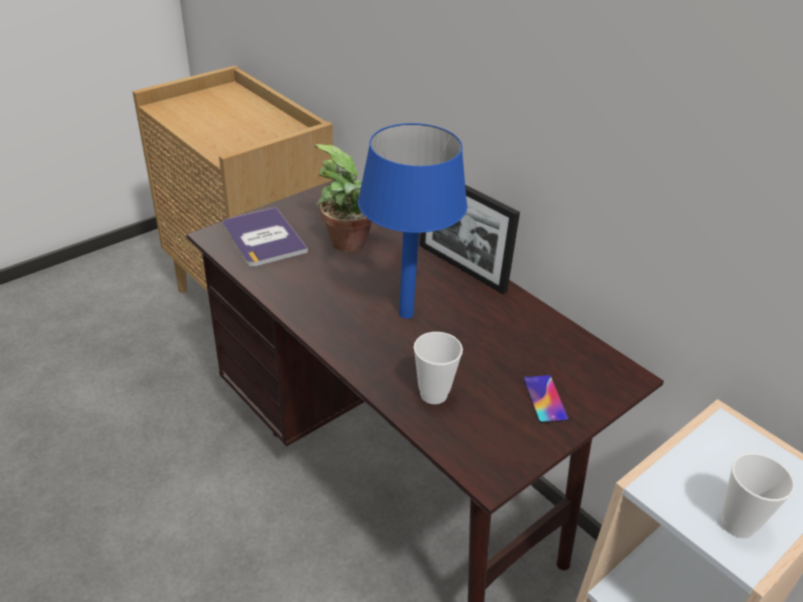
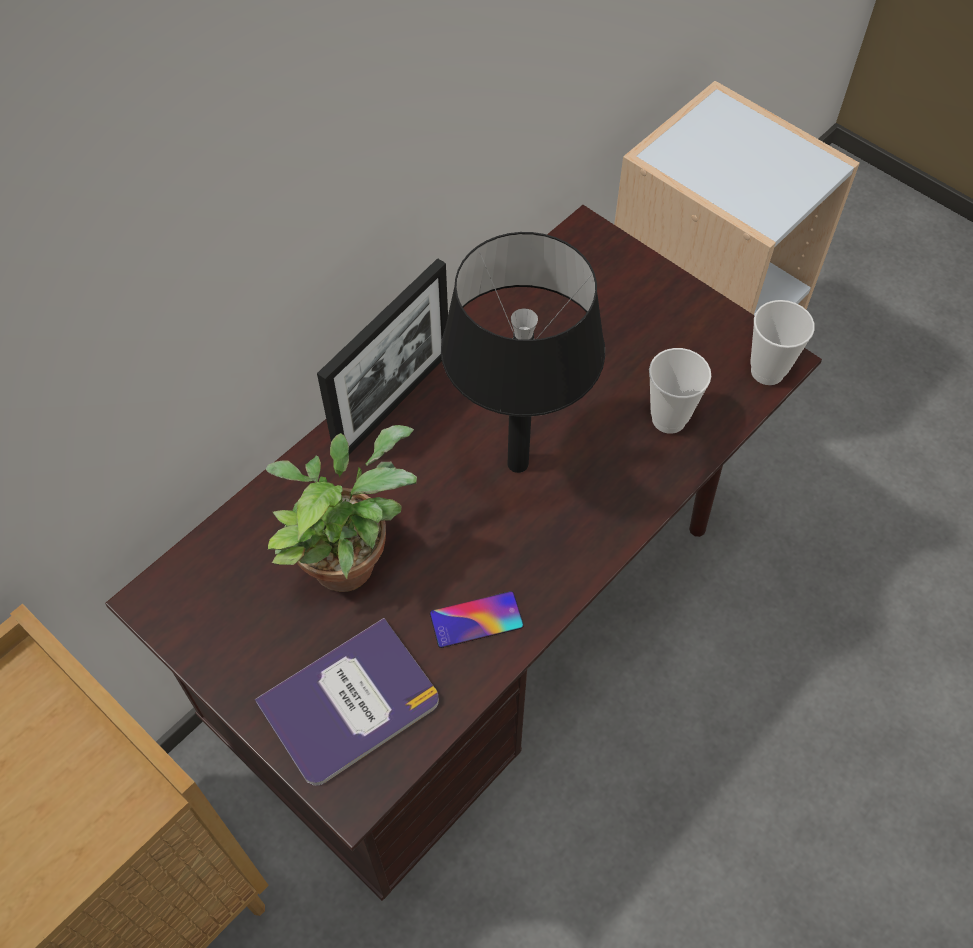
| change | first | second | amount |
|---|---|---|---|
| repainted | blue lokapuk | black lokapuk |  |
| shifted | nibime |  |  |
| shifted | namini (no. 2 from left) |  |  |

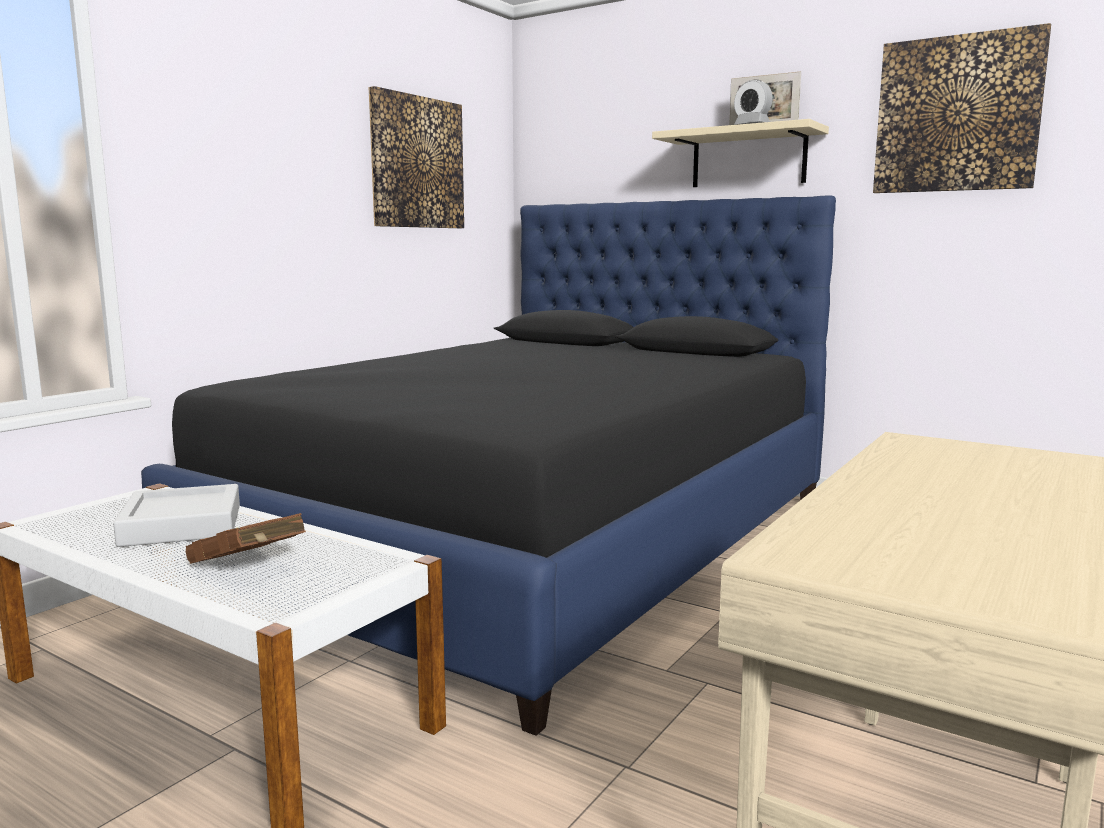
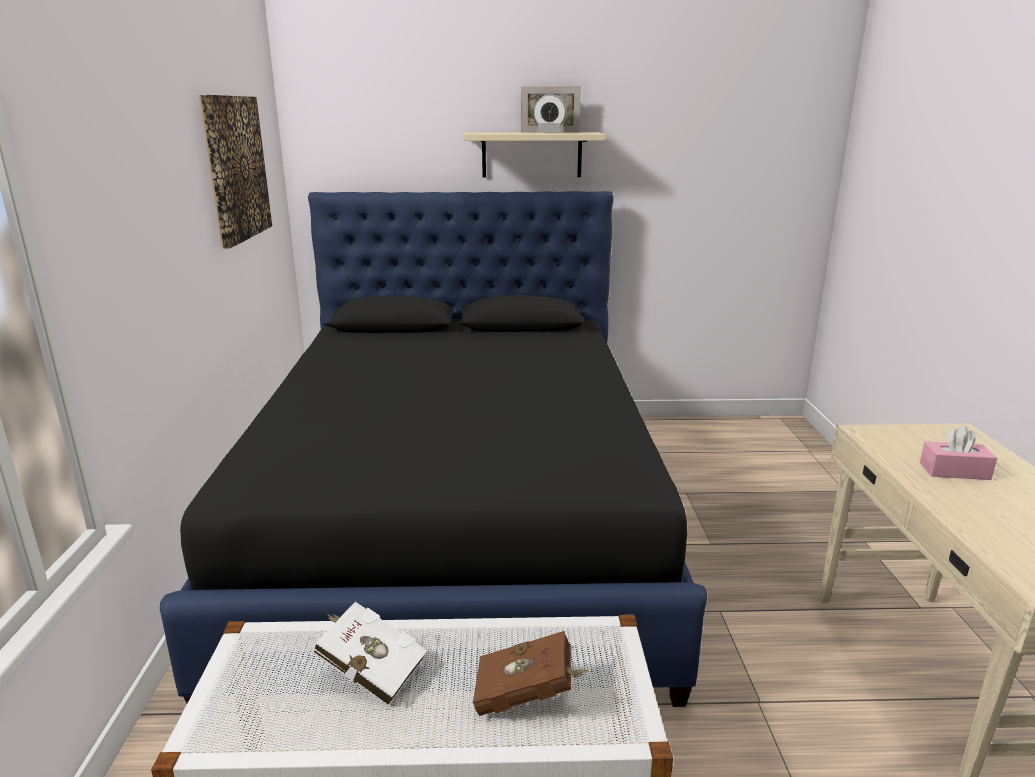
| change | first | second | amount |
|---|---|---|---|
| swapped | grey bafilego | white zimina |  |
| gone | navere (no. 2 from left) |  |  |
| new |  | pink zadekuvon |  |

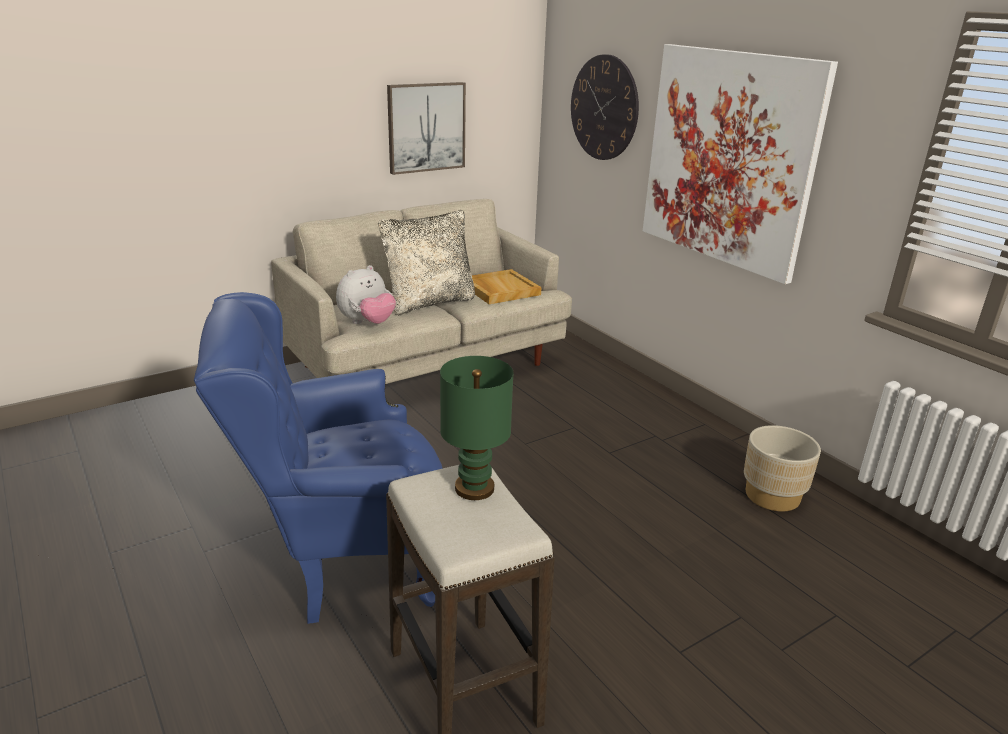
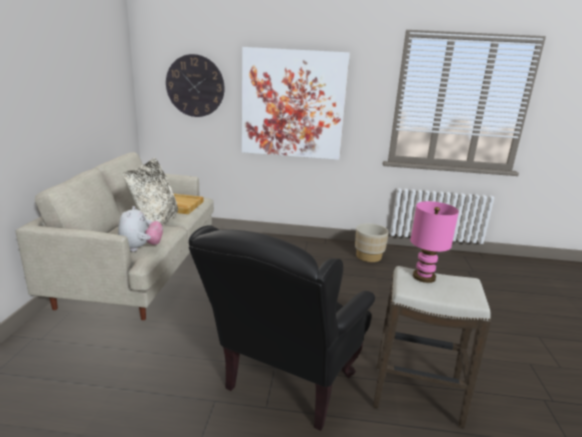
| change | first | second | amount |
|---|---|---|---|
| repainted | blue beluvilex | black beluvilex |  |
| gone | navere (no. 1 from left) |  |  |
| repainted | green lokapuk | pink lokapuk |  |

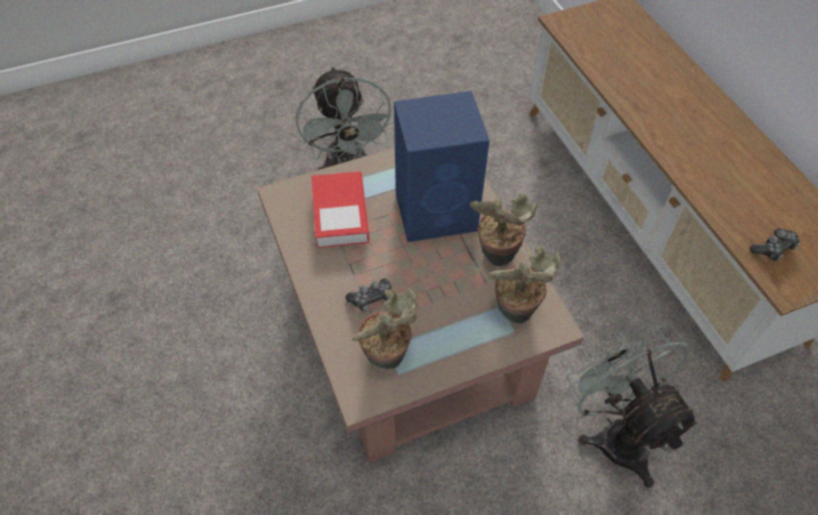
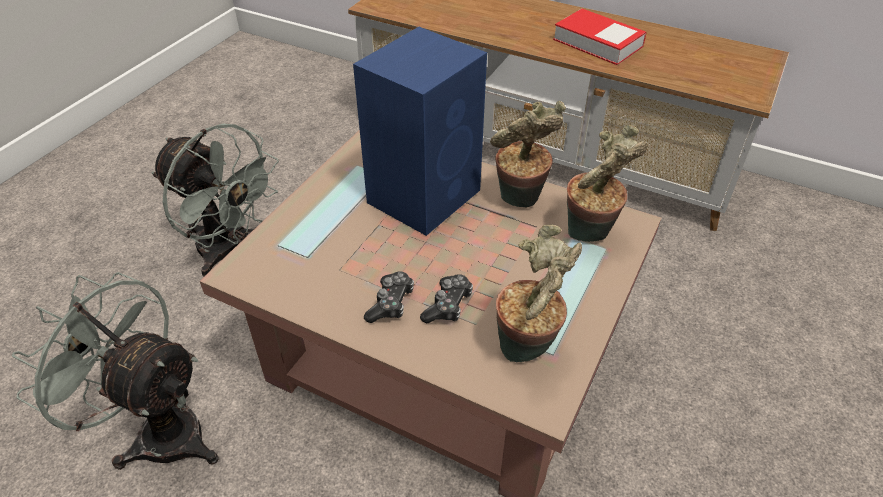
| change | first | second | amount |
|---|---|---|---|
| shifted | zimina |  |  |
| shifted | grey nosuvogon (no. 2 from left in the first image) | grey nosuvogon (no. 1 from left) |  |
| shifted | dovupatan (no. 2 from left in the first image) | dovupatan (no. 1 from left) |  |

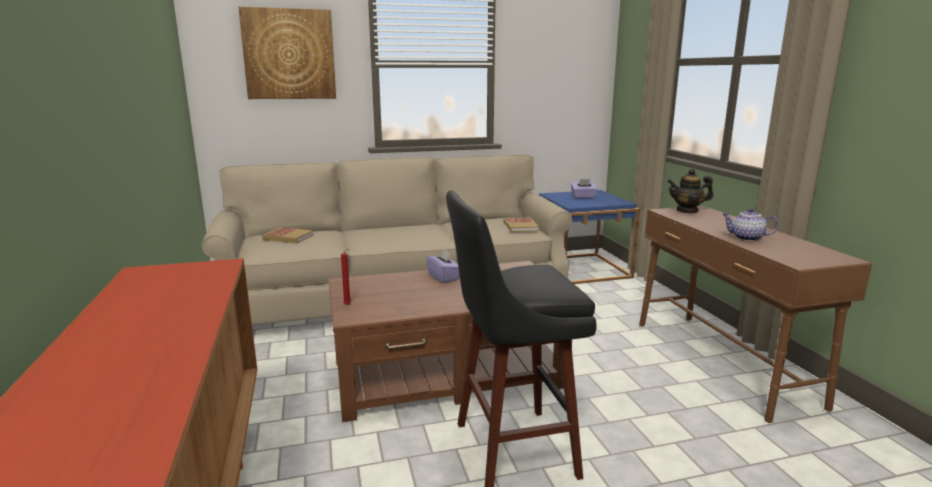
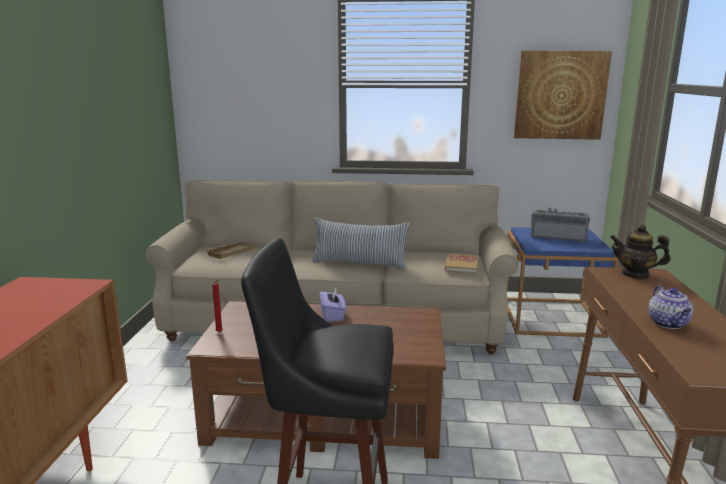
| change | first | second | amount |
|---|---|---|---|
| shifted | navere |  |  |
| swapped | zimina (no. 1 from left) | beige bafilego |  |
| swapped | purple zadekuvon (no. 2 from left) | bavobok |  |
| rotated | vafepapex (no. 2 from left) |  | 135 degrees counterclockwise |
| new |  | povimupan |  |

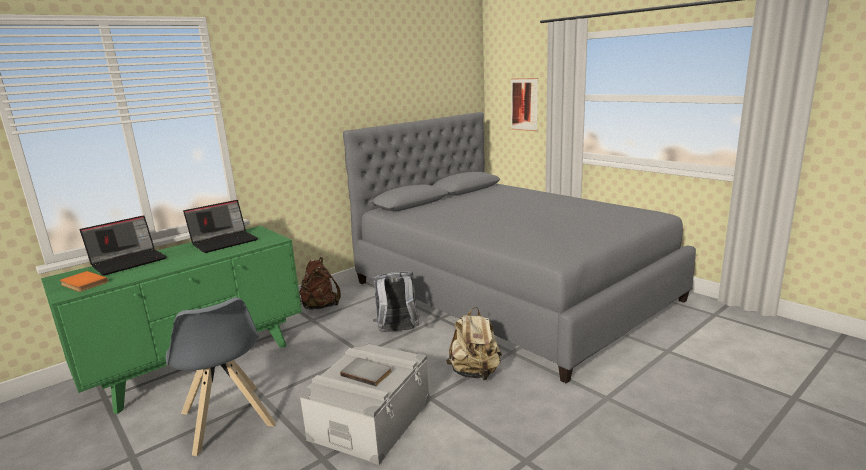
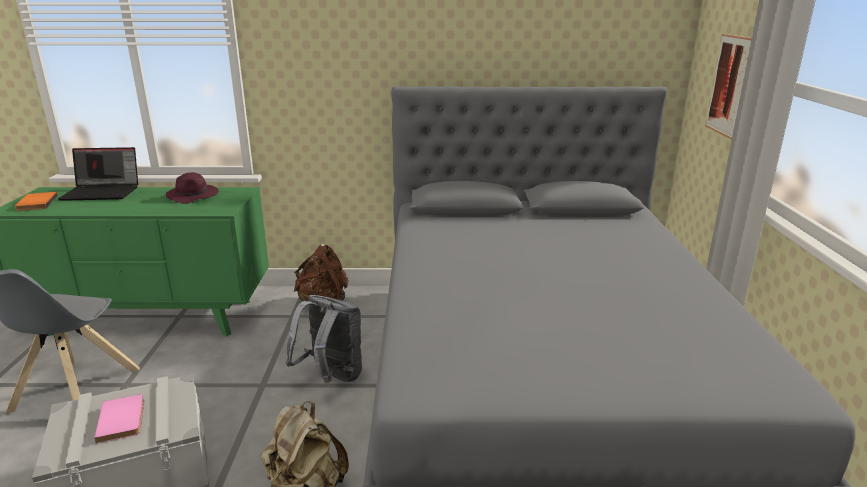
| change | first | second | amount |
|---|---|---|---|
| swapped | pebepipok (no. 2 from left) | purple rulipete |  |
| repainted | grey zimina | pink zimina |  |

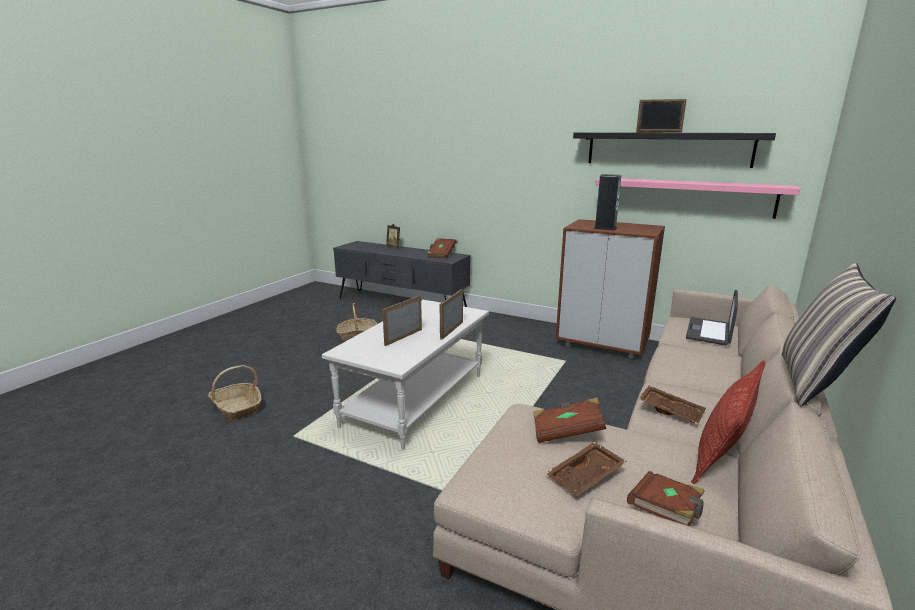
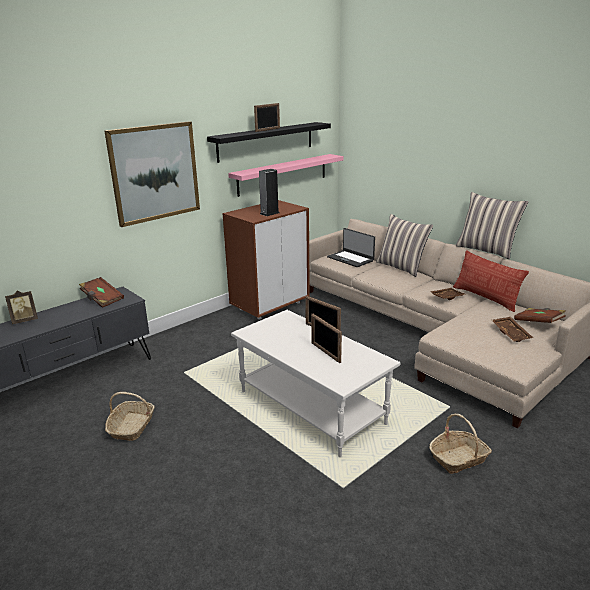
| change | first | second | amount |
|---|---|---|---|
| shifted | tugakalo (no. 1 from left in the first image) | tugakalo (no. 2 from left) |  |
| gone | brown zimina (no. 2 from left) |  |  |
| new |  | navere |  |
| new |  | povimupan (no. 1 from left) |  |

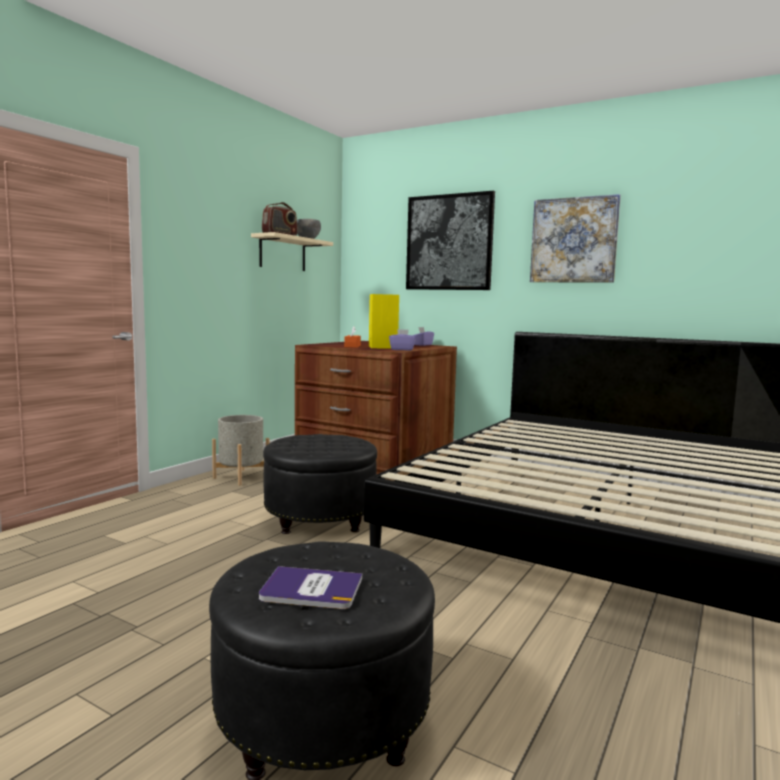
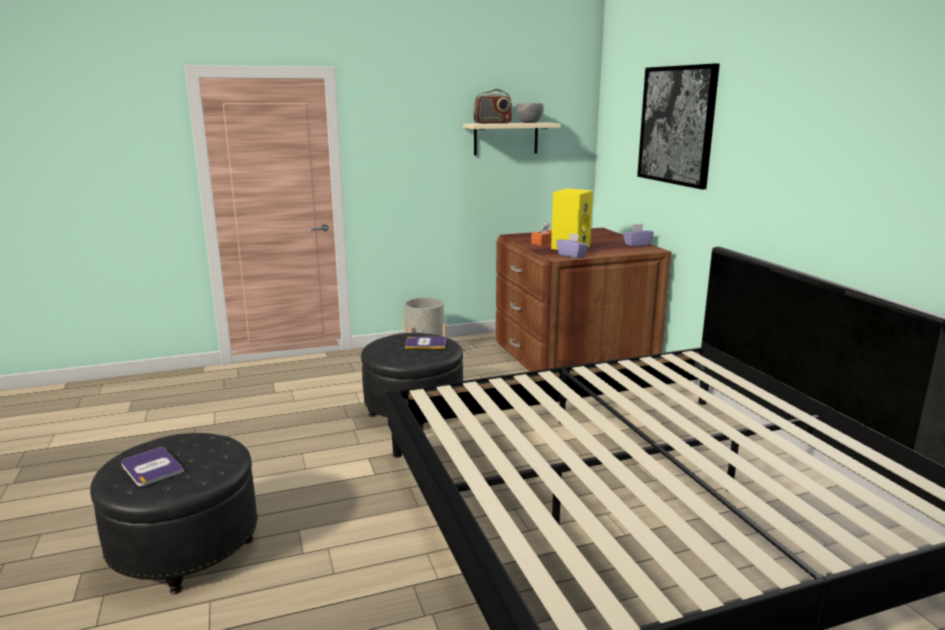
| change | first | second | amount |
|---|---|---|---|
| gone | navere (no. 2 from left) |  |  |
| new |  | zimina (no. 2 from left) |  |

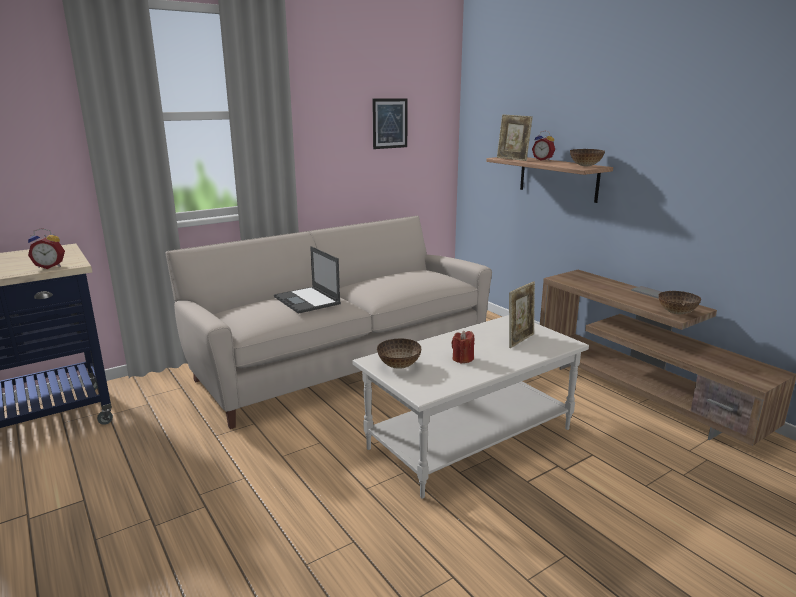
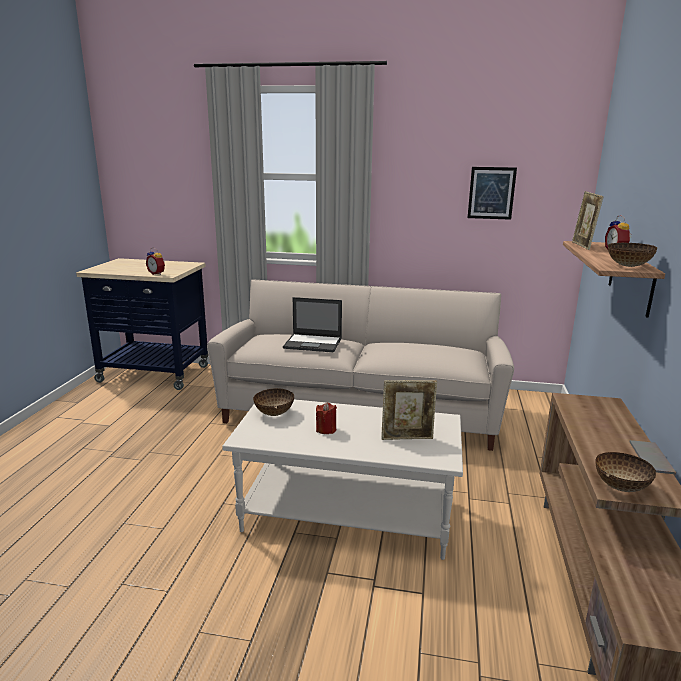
| change | first | second | amount |
|---|---|---|---|
| rotated | pebepipok |  | 90 degrees counterclockwise |

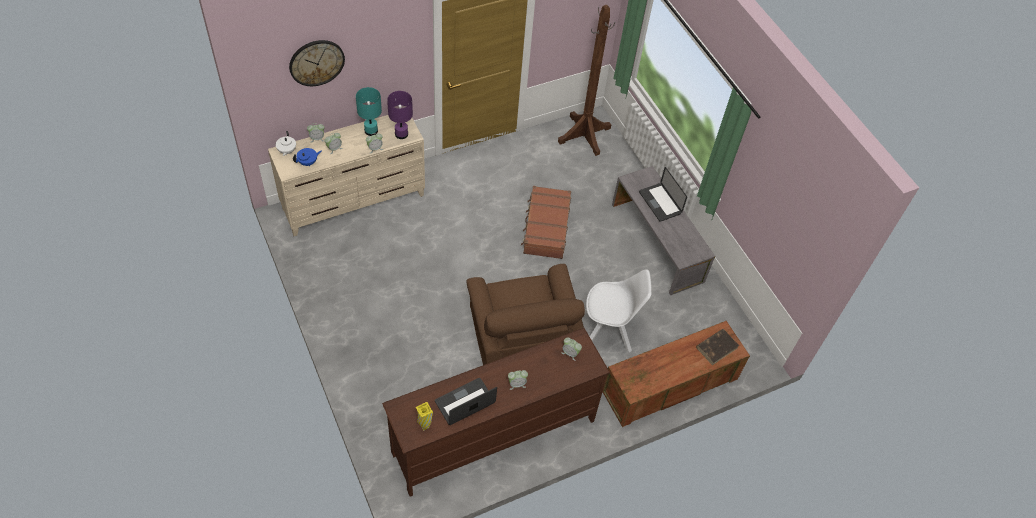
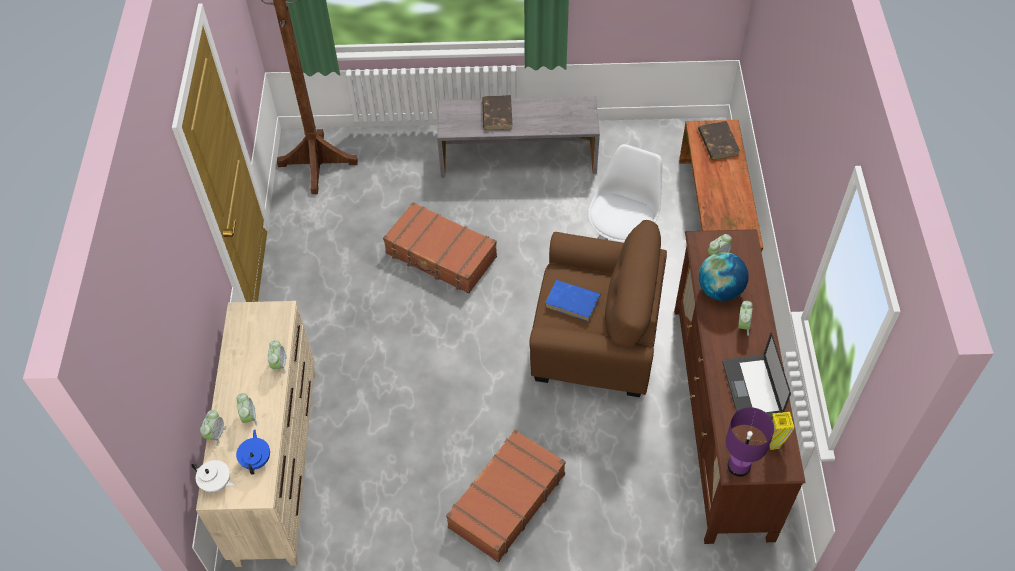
| change | first | second | amount |
|---|---|---|---|
| gone | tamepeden |  |  |
| gone | turquoise lokapuk |  |  |
| shifted | purple lokapuk |  |  |
| swapped | pebepipok (no. 2 from left) | brown zimina (no. 1 from left) |  |
| new |  | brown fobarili (no. 2 from left) |  |
| new |  | blue zimina |  |
| new |  | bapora |  |

